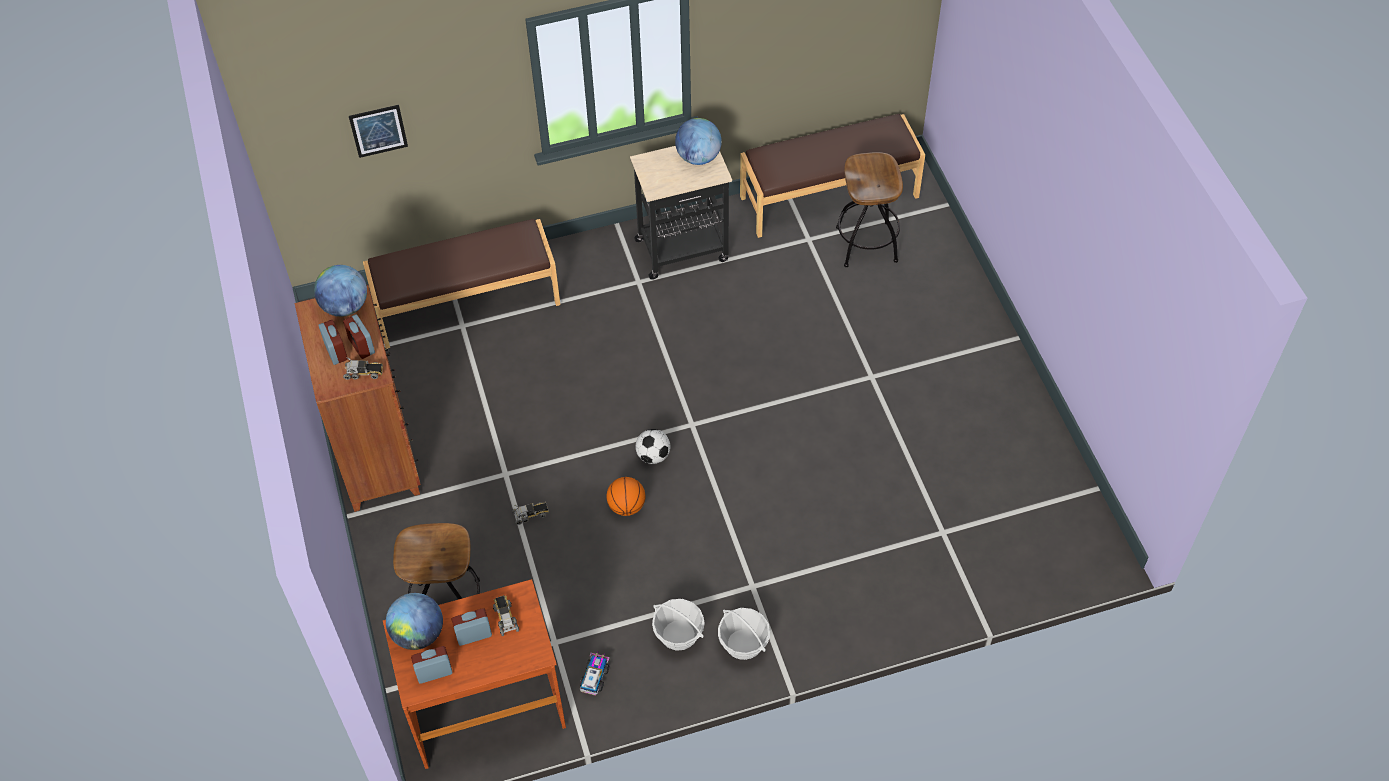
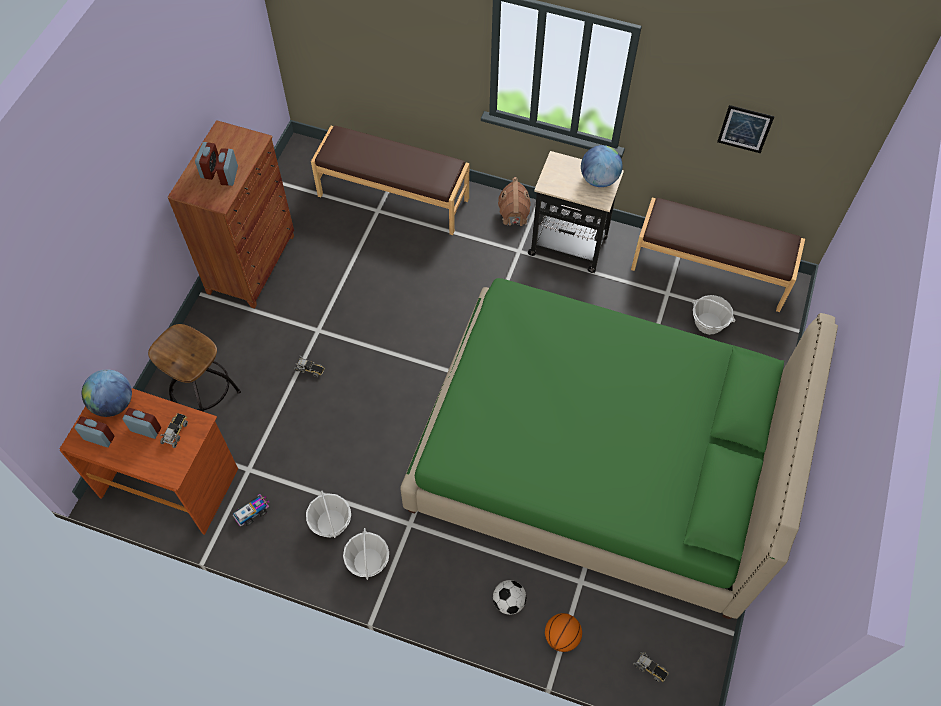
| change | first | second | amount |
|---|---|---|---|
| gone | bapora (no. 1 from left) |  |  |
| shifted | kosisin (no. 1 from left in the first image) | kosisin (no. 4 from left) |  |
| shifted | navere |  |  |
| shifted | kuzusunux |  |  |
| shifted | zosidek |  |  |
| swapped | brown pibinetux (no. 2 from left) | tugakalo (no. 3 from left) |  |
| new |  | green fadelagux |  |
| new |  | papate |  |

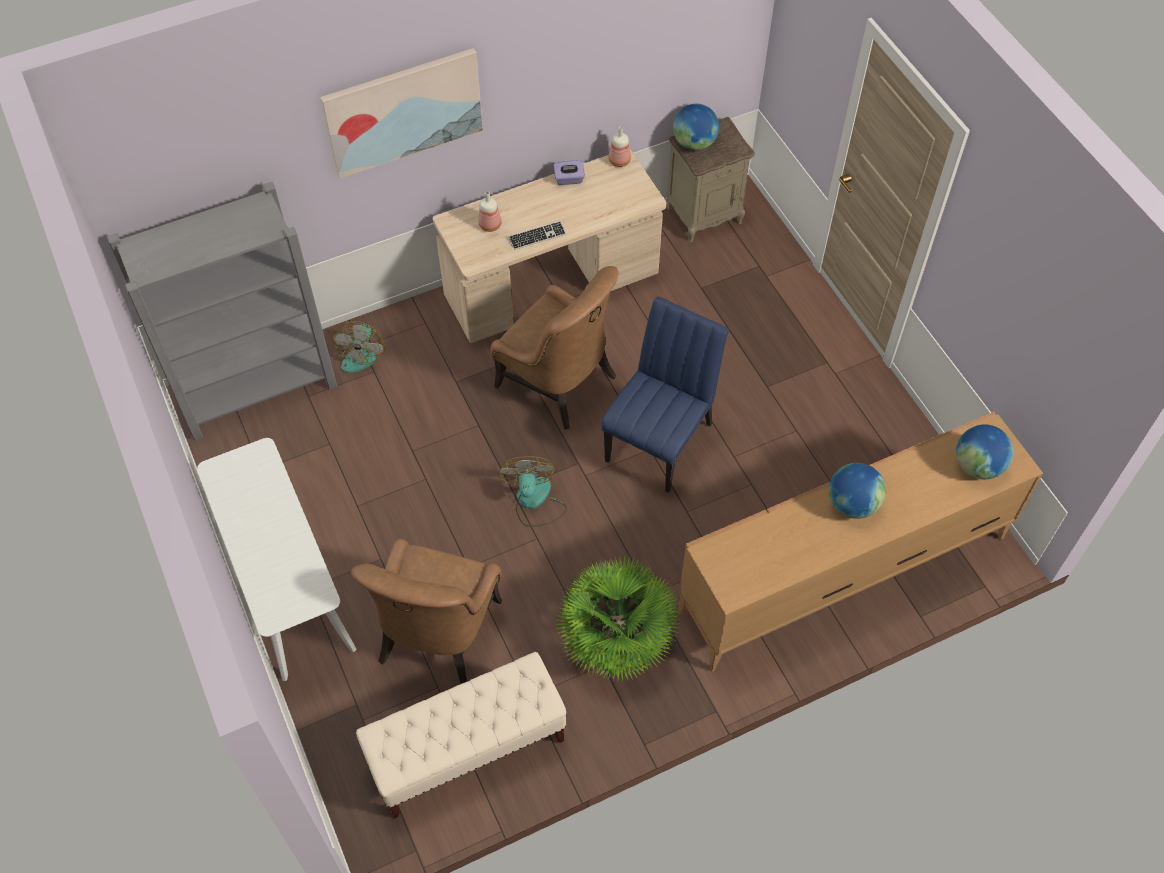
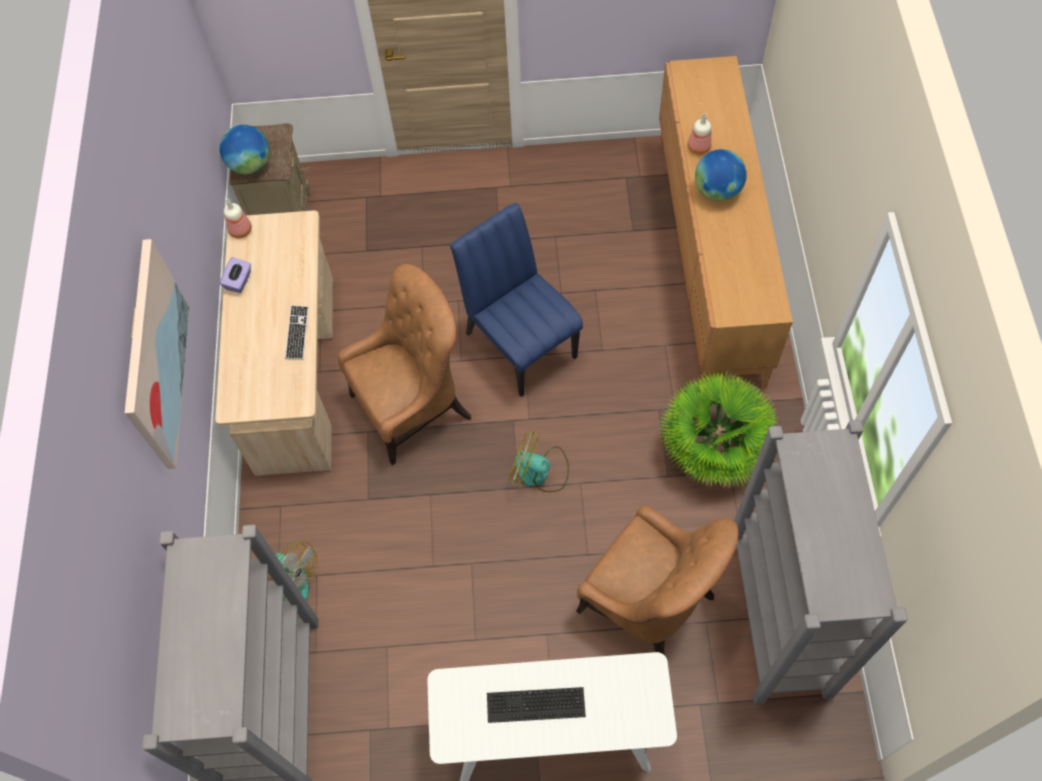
| change | first | second | amount |
|---|---|---|---|
| swapped | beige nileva | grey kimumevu (no. 2 from left) |  |
| shifted | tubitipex (no. 1 from left in the first image) | tubitipex (no. 2 from left) |  |
| gone | bapora (no. 3 from left) |  |  |
| new |  | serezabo (no. 2 from left) |  |

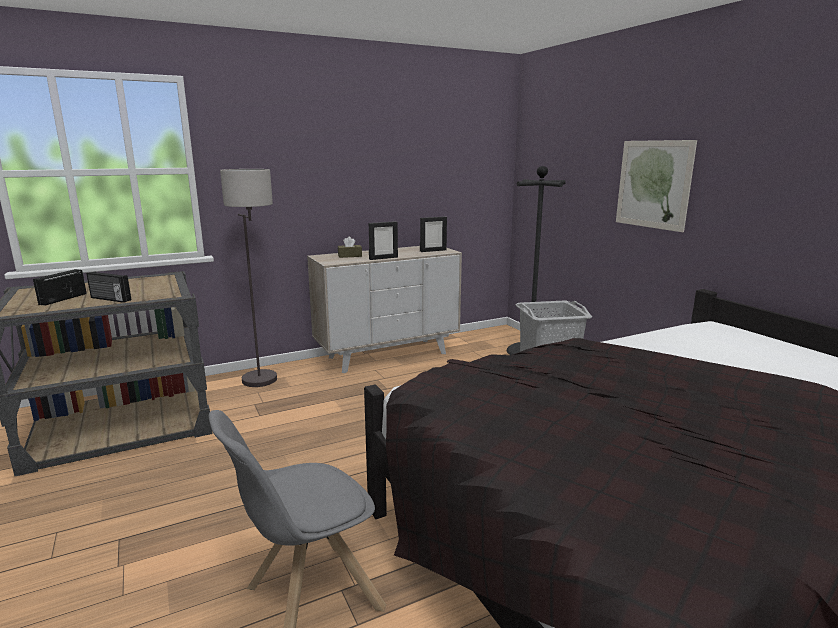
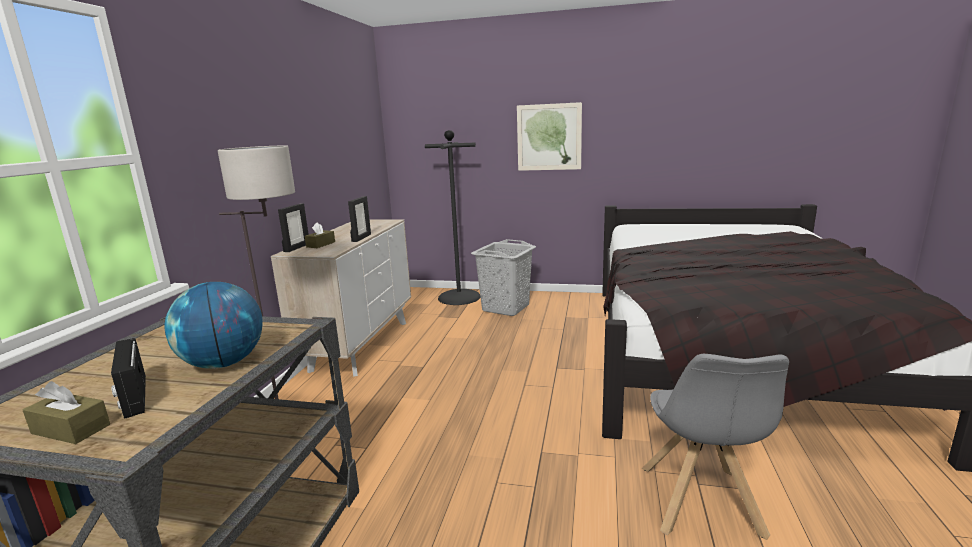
| change | first | second | amount |
|---|---|---|---|
| swapped | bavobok (no. 2 from left) | bapora |  |
| shifted | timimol (no. 2 from left in the first image) | timimol (no. 1 from left) |  |
| new |  | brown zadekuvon (no. 1 from left) |  |

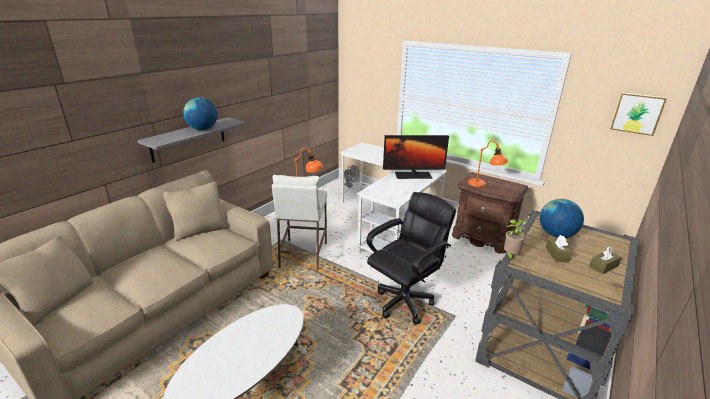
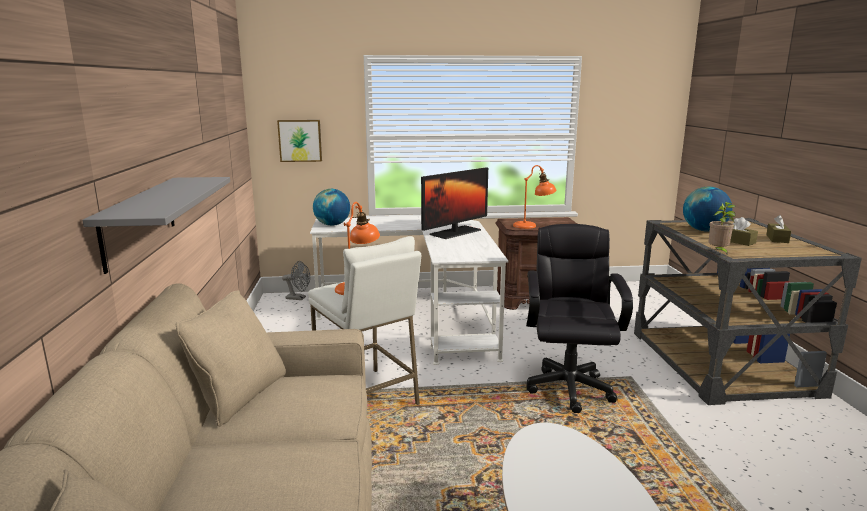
| change | first | second | amount |
|---|---|---|---|
| shifted | bapora (no. 1 from left) |  |  |
| shifted | navere |  |  |

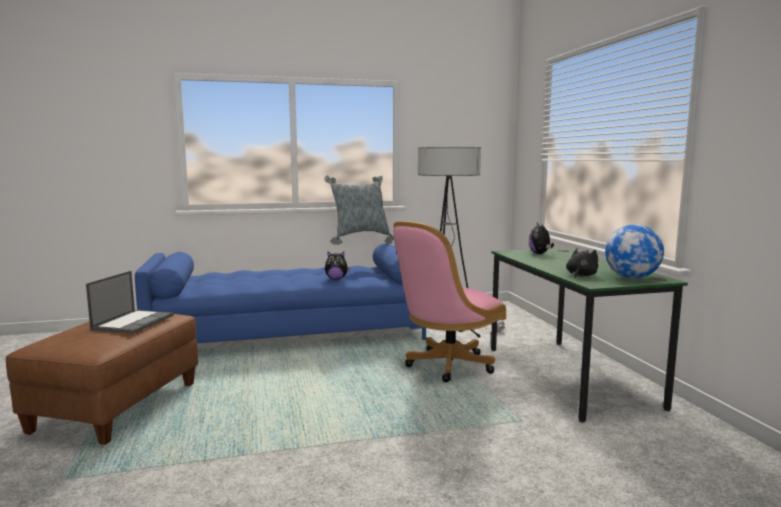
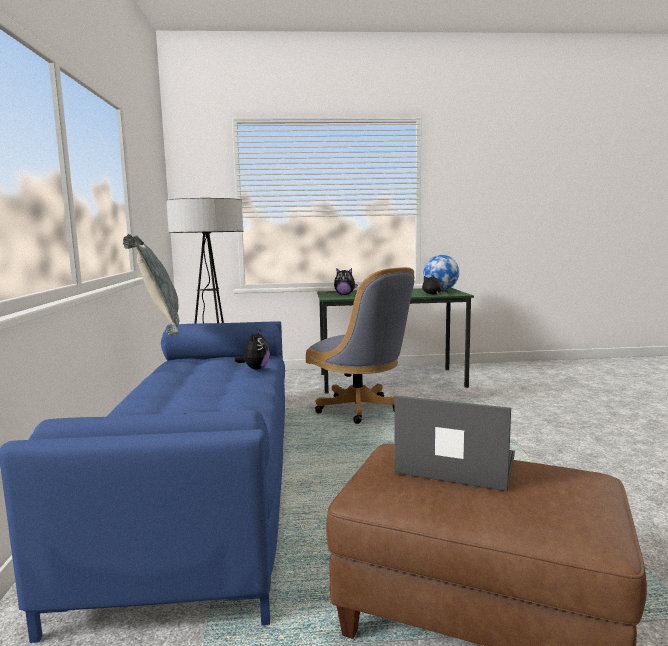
| change | first | second | amount |
|---|---|---|---|
| repainted | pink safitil | blue safitil |  |

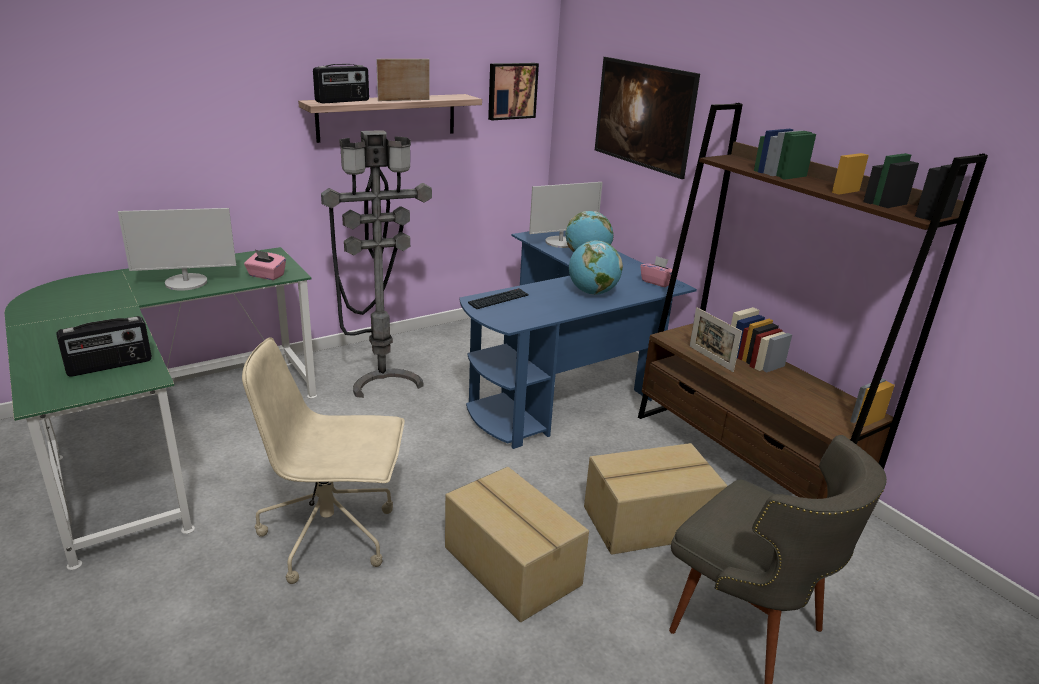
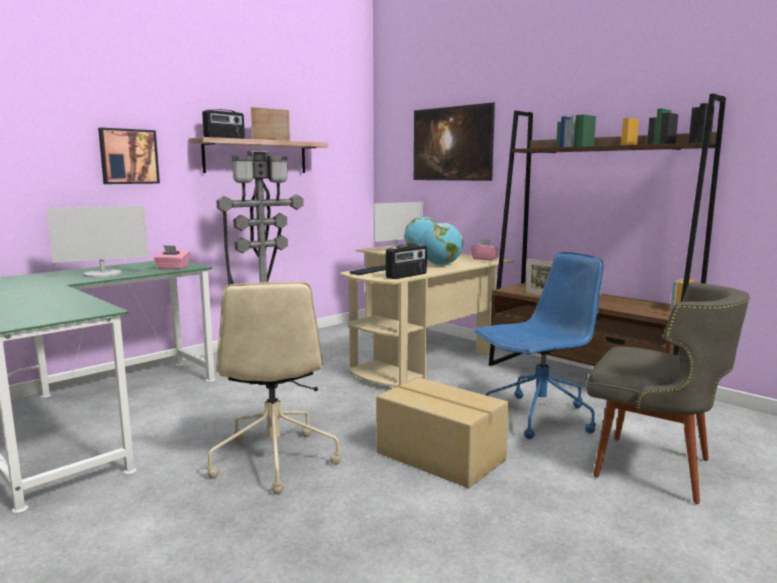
| change | first | second | amount |
|---|---|---|---|
| shifted | bavobok (no. 1 from left in the first image) | bavobok (no. 2 from left) |  |
| rotated | beige safitil |  | 90 degrees counterclockwise |
| repainted | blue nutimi | beige nutimi |  |
| shifted | navere (no. 1 from left) |  |  |
| swapped | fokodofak (no. 2 from left) | blue safitil |  |

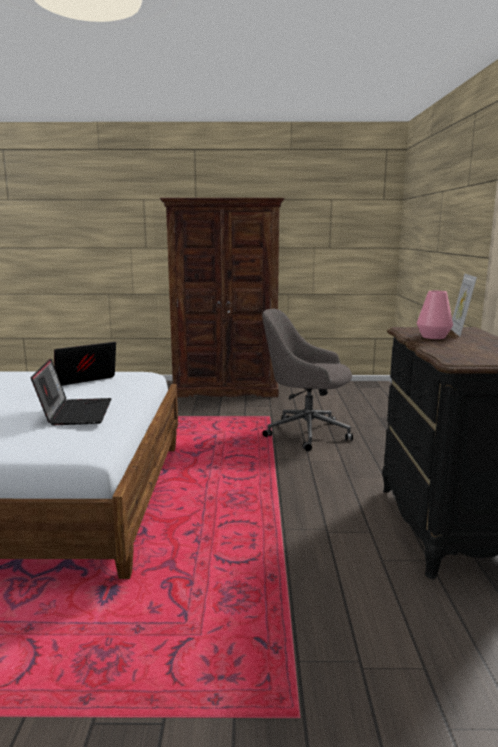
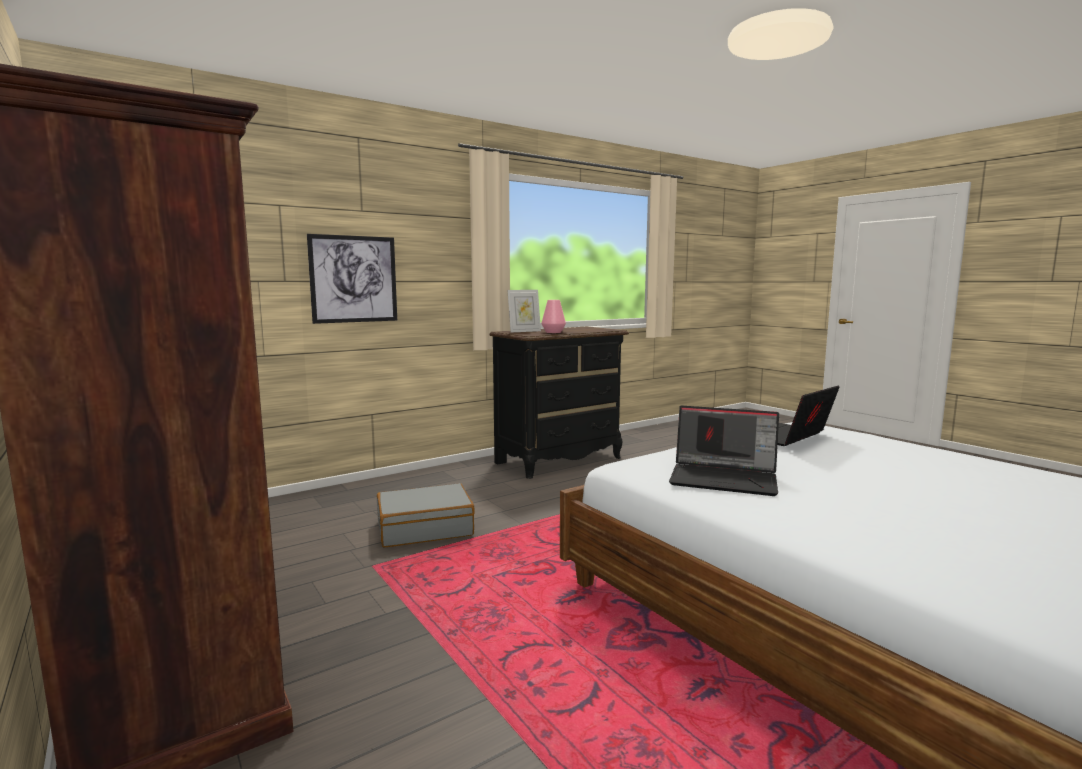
| change | first | second | amount |
|---|---|---|---|
| swapped | grey safitil | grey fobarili |  |
| new |  | navere |  |

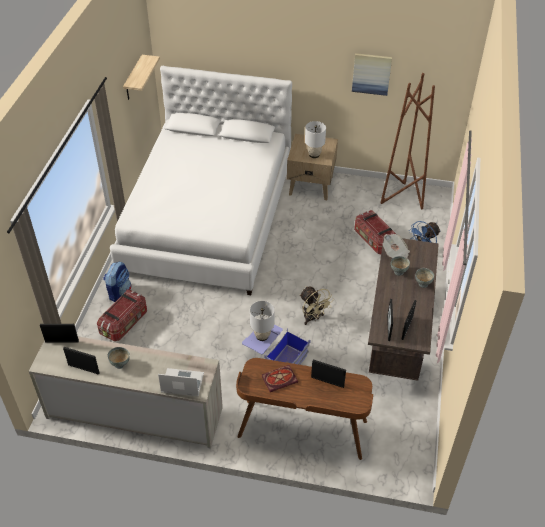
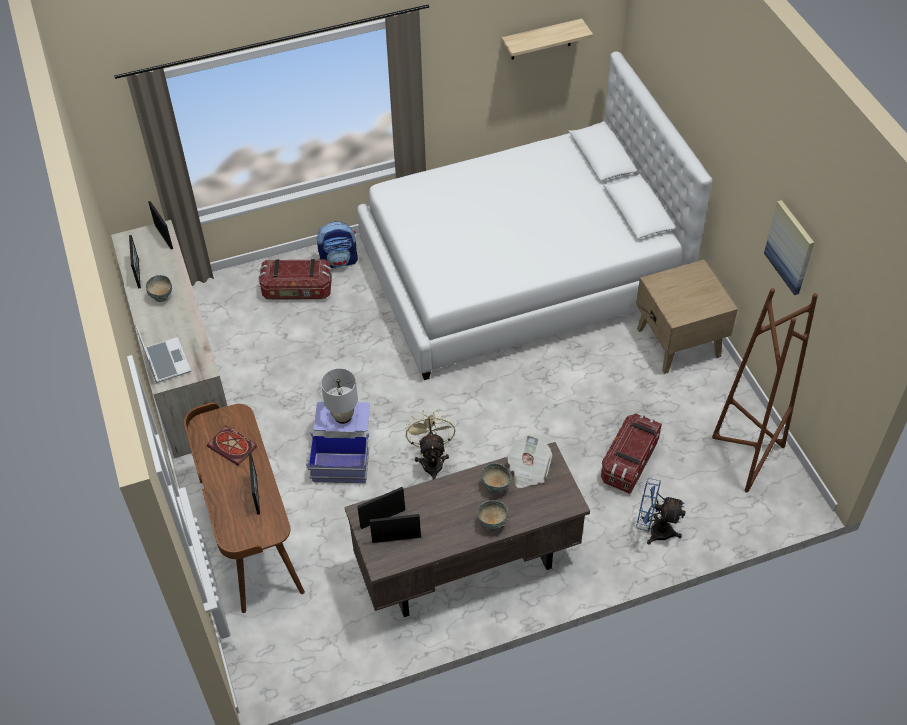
| change | first | second | amount |
|---|---|---|---|
| rotated | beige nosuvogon |  | 150 degrees clockwise |
| gone | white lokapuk (no. 2 from left) |  |  |

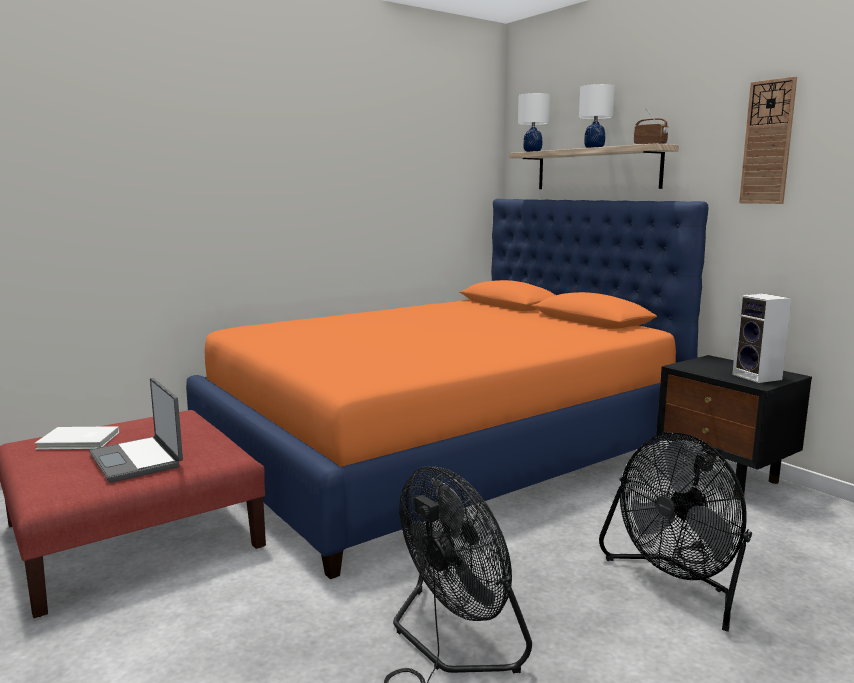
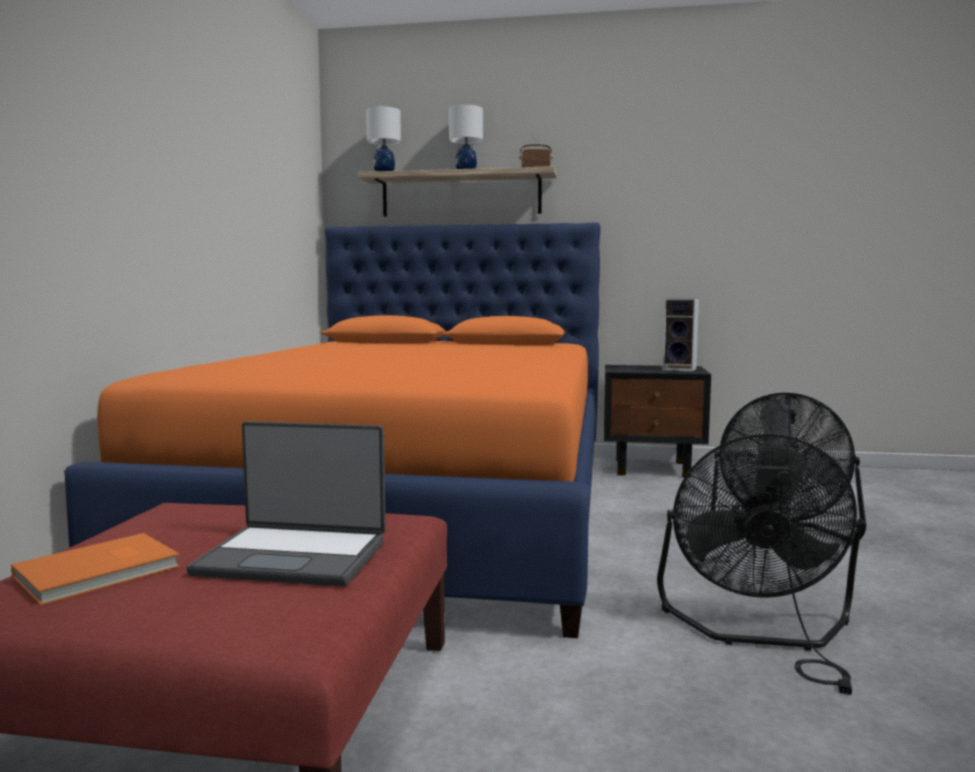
| change | first | second | amount |
|---|---|---|---|
| repainted | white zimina | orange zimina |  |
| gone | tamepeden |  |  |

